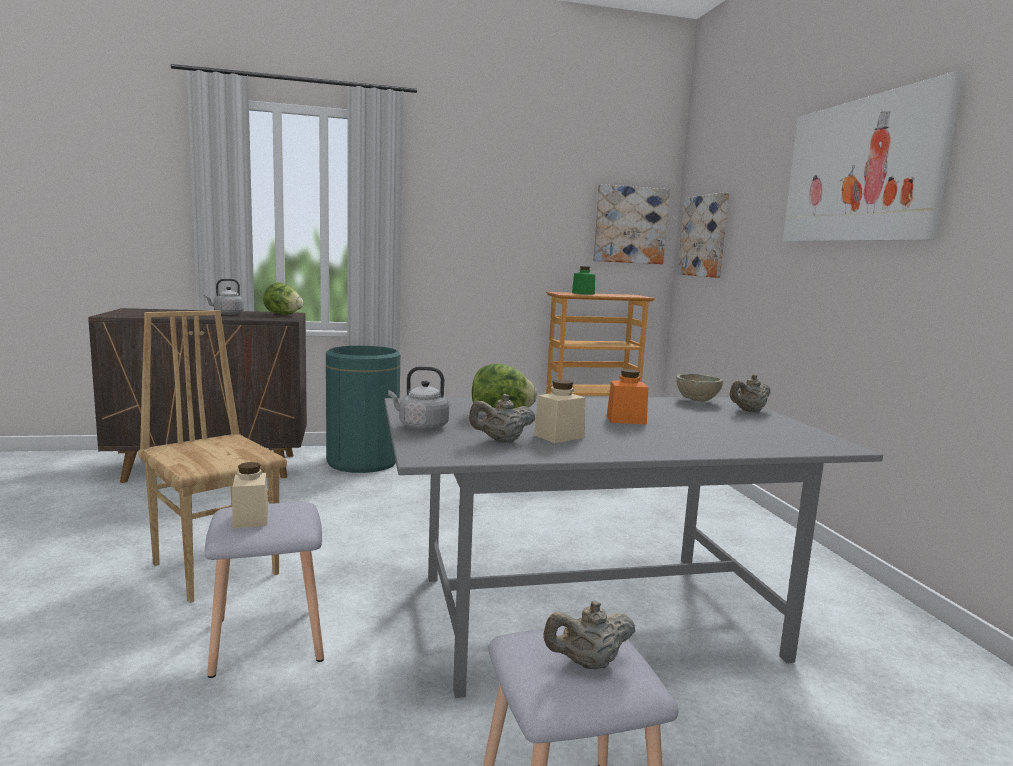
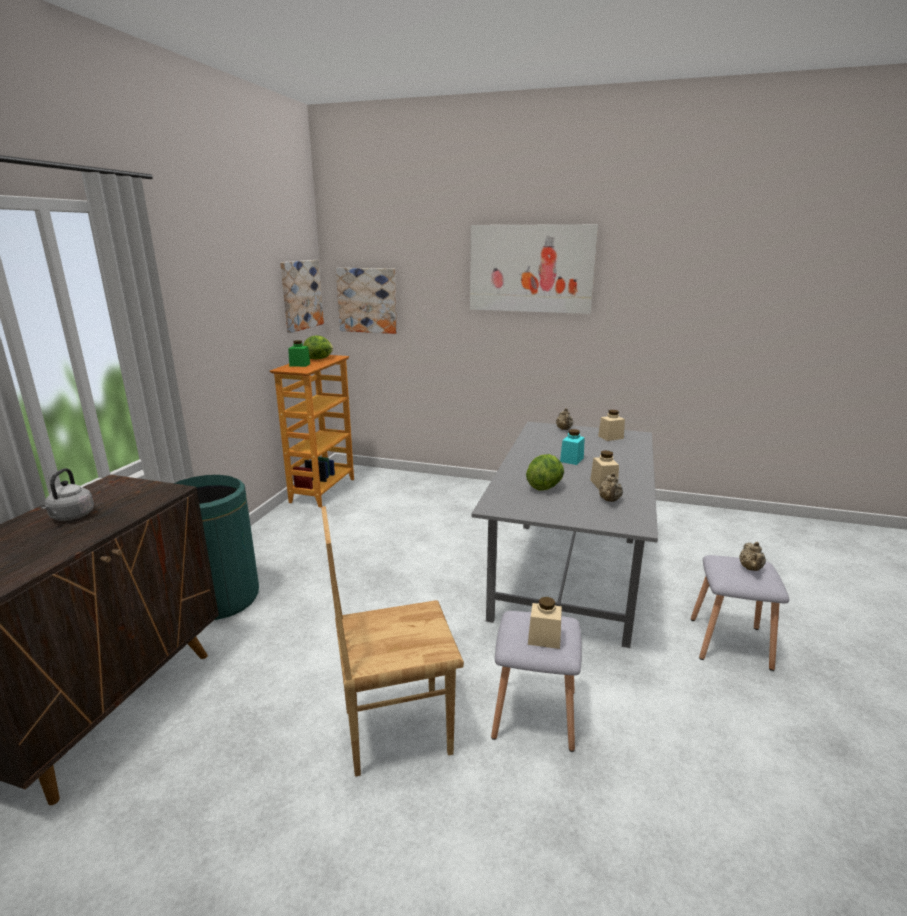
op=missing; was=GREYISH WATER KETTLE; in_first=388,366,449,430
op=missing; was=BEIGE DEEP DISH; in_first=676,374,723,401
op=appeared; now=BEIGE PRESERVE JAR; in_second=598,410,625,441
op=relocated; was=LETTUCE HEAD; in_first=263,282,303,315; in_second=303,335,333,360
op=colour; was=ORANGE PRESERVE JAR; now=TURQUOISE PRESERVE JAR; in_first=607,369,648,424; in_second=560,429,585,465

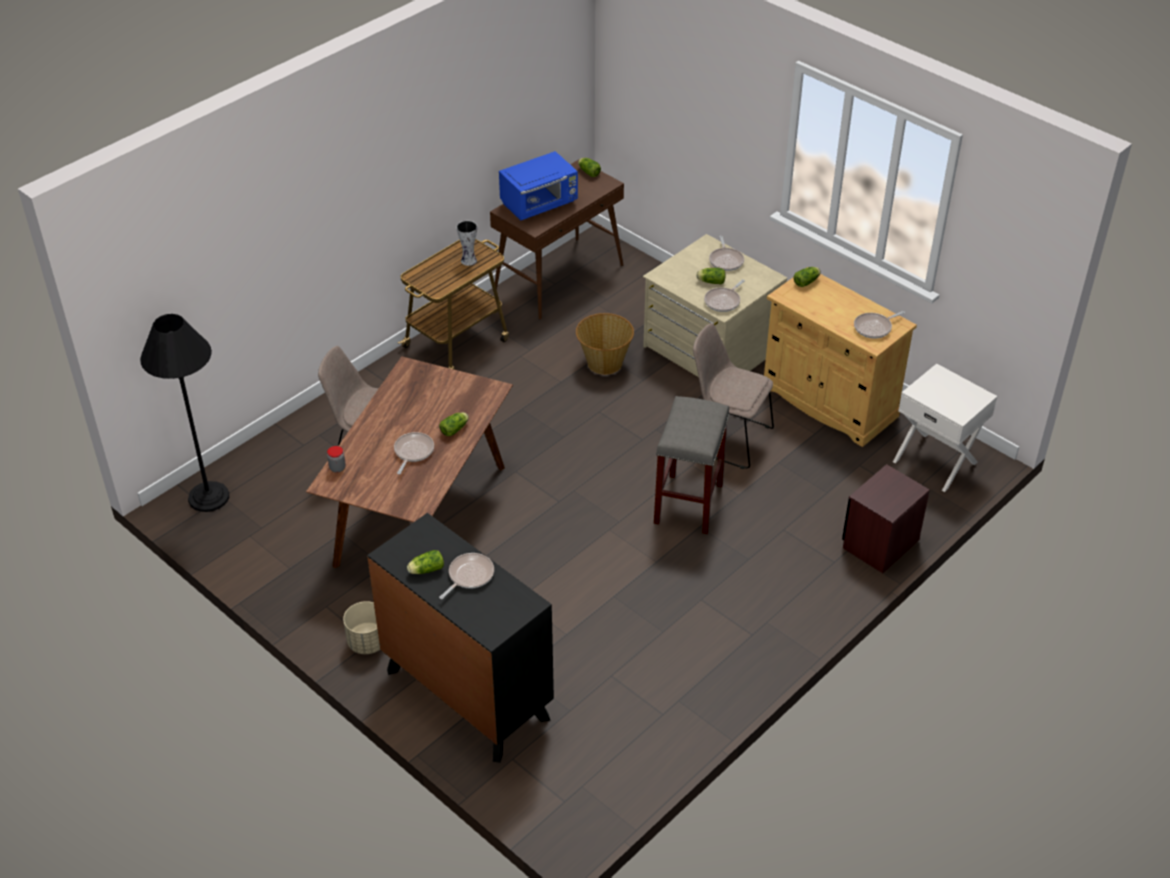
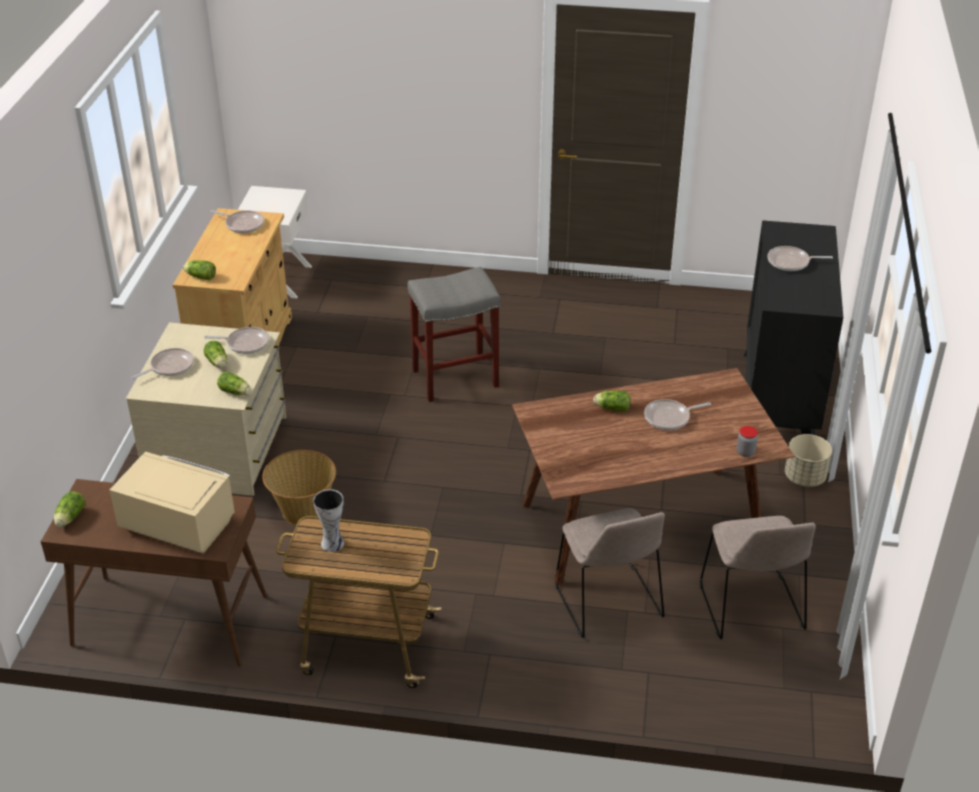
op=missing; was=BLACK FLOOR LAMP; in_first=140,314,229,512
op=missing; was=BROWN BEDSIDE TABLE; in_first=842,464,930,573
op=relocated; was=LETTUCE HEAD; in_first=407,550,444,574; in_second=217,371,251,395
op=relocated; was=BEIGE UPRIGHT CHAIR; in_first=693,323,774,469; in_second=700,516,816,639
op=colour; was=BLUISH MICROWAVE; now=BEIGE MICROWAVE; in_first=499,151,578,221; in_second=109,451,235,554

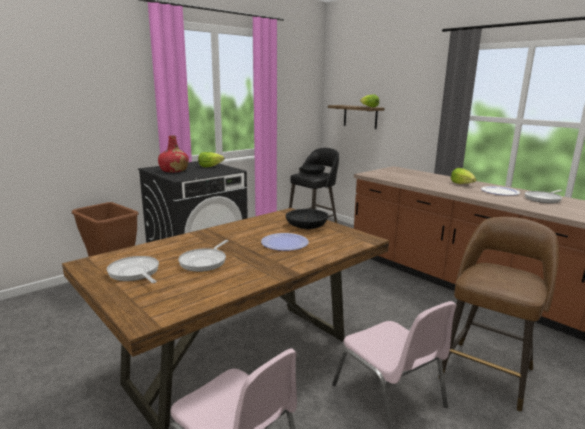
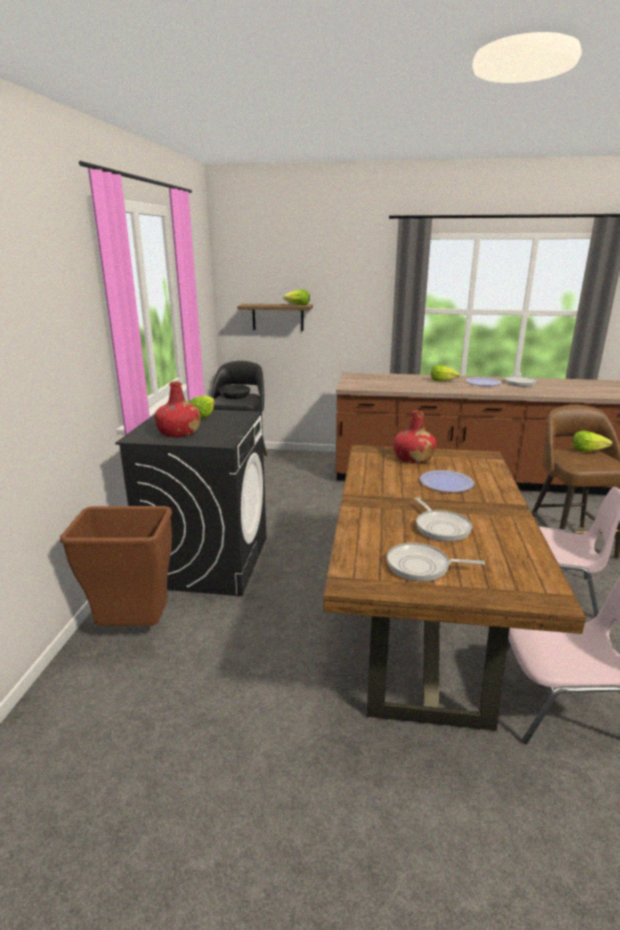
op=appeared; now=LETTUCE HEAD; in_second=572,431,612,452
op=exchanged; was=BLACK DEEP DISH; now=RED DRINK BOTTLE; in_first=285,209,328,229; in_second=393,410,436,463

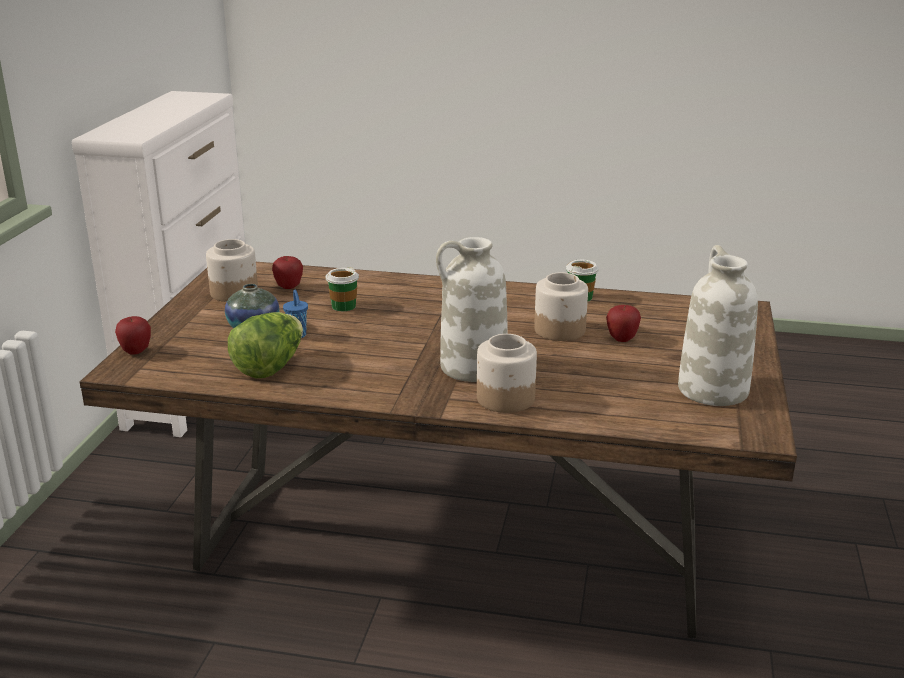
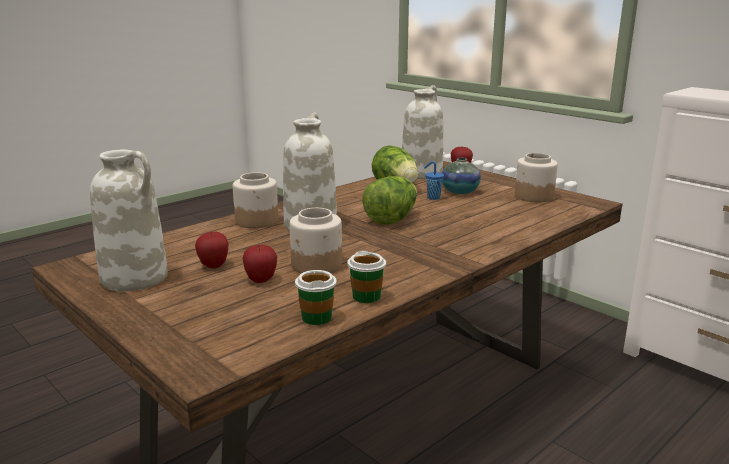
op=appeared; now=LETTUCE HEAD; in_second=362,176,417,225
op=appeared; now=WHITE-COLOURED FLOWER VASE; in_second=402,85,443,179
op=relocated; was=APPLE; in_first=272,256,303,289; in_second=195,231,228,268
op=relocated; was=SMALL CUP; in_first=325,267,359,311; in_second=295,270,337,325

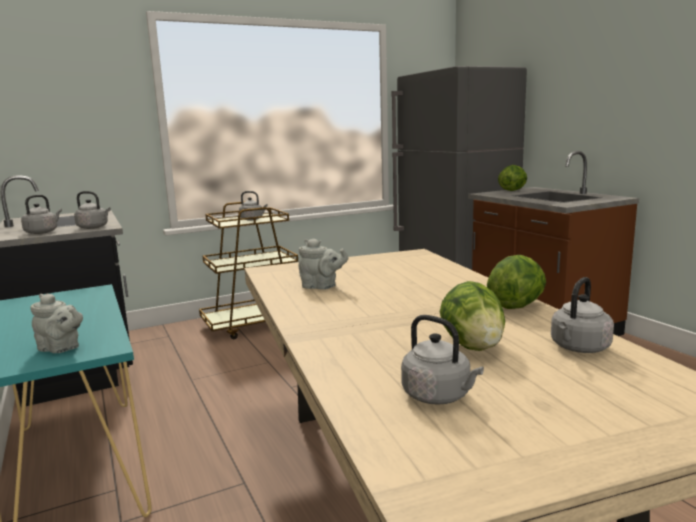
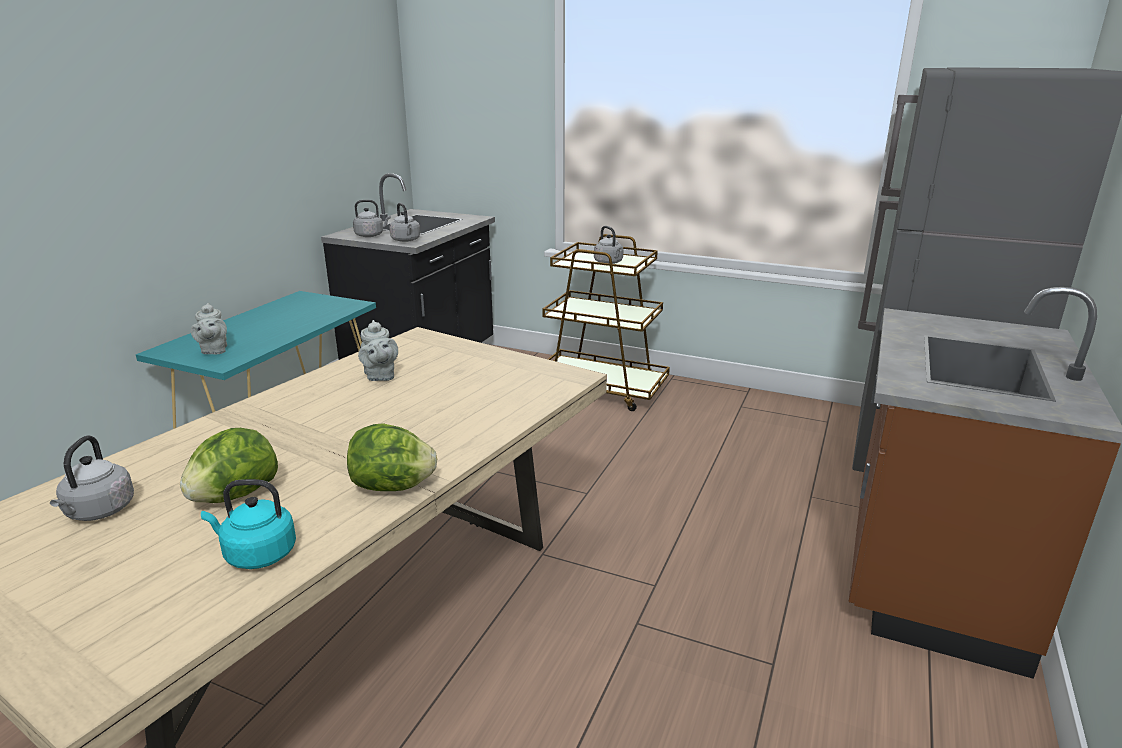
op=missing; was=LETTUCE HEAD; in_first=498,165,527,191
op=colour; was=GREYISH WATER KETTLE; now=TURQUOISE WATER KETTLE; in_first=551,277,614,353; in_second=201,479,296,569

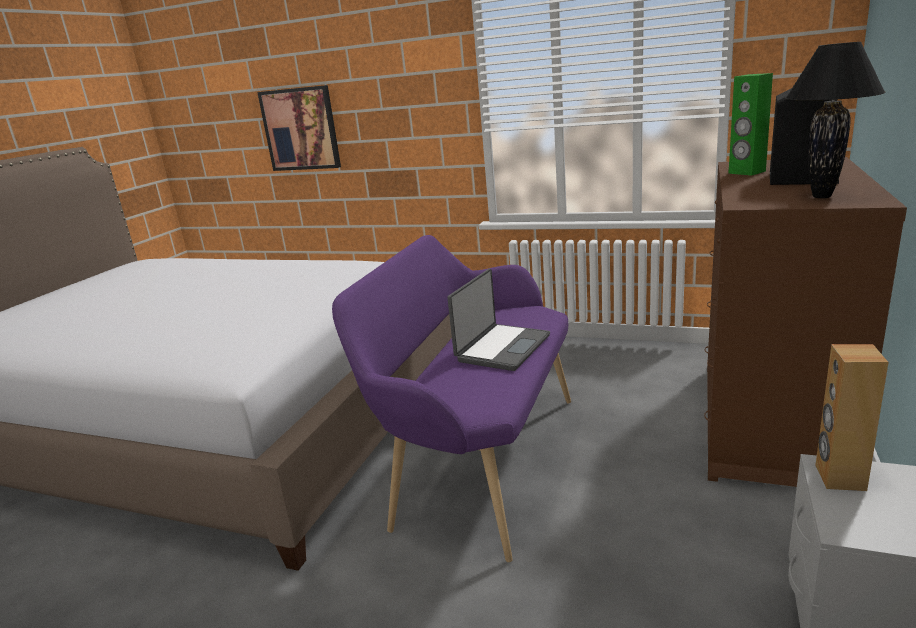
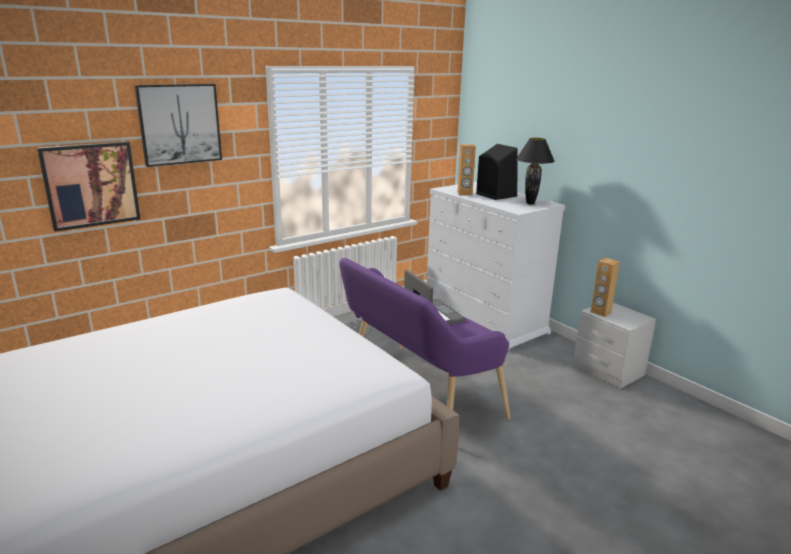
op=appeared; now=PICTURE; in_second=135,84,222,167
op=colour; was=BROWN DRESSER; now=WHITE-COLOURED DRESSER; in_first=704,157,907,487; in_second=427,182,565,351
op=colour; was=GREEN-COLOURED LOUDSPEAKER; now=BROWN LOUDSPEAKER; in_first=728,73,773,176; in_second=457,144,476,196

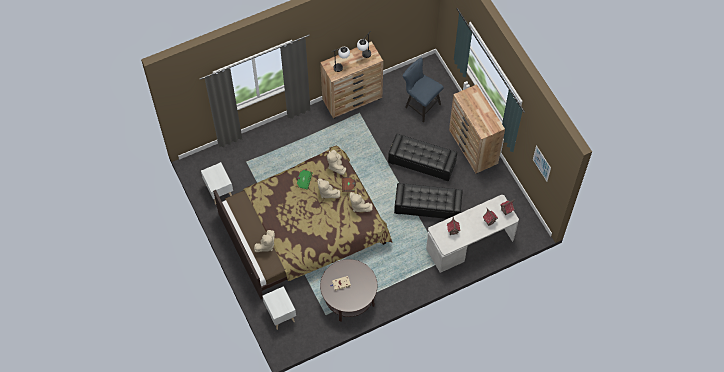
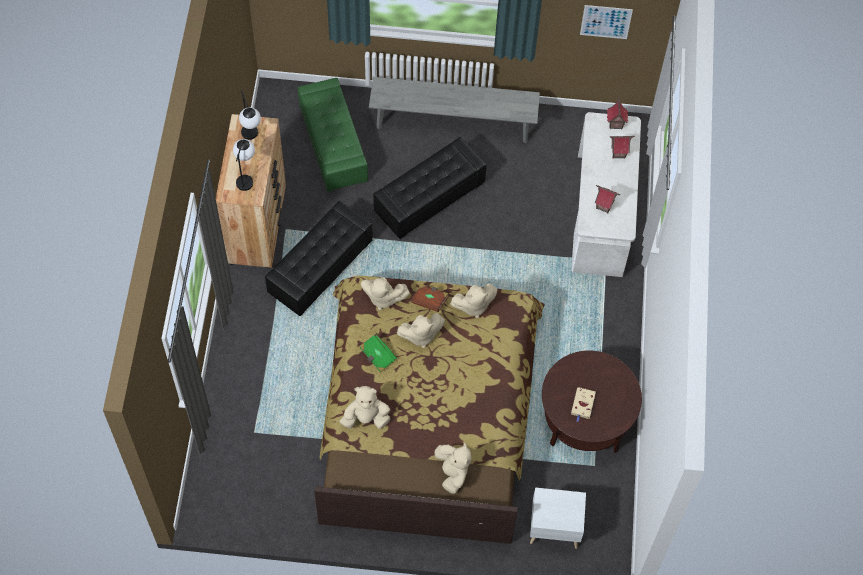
op=missing; was=WHITE-COLOURED BEDSIDE TABLE; in_first=201,162,233,205
op=appeared; now=BEIGE SOFT TOY; in_second=340,386,390,429
op=relocated; was=BLACK OTTOMAN; in_first=394,183,463,219; in_second=265,201,373,316
op=exchanged; was=BLUISH UPRIGHT CHAIR; now=GREEN-COLOURED OTTOMAN; in_first=402,57,444,123; in_second=298,78,368,192
op=exchanged; was=BROWN DRESSER; now=GREYISH INDOOR BENCH; in_first=449,84,505,174; in_second=369,77,540,143

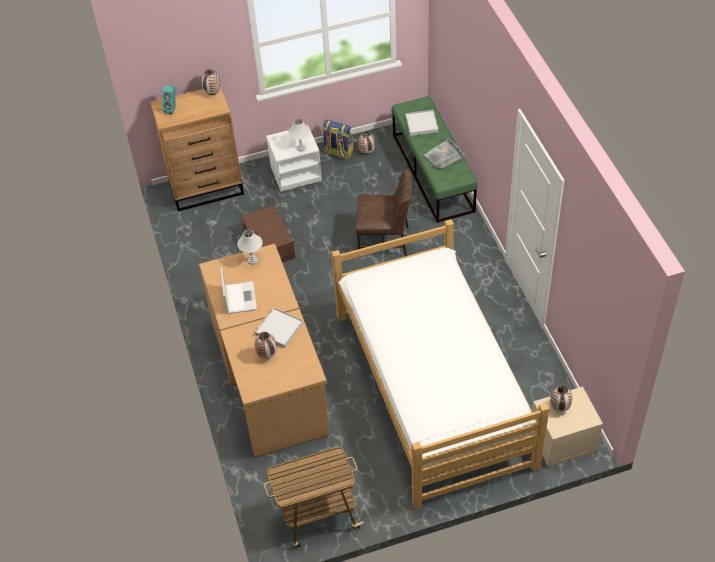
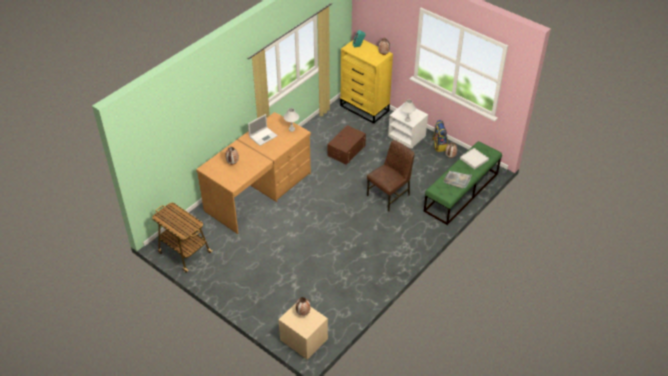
op=missing; was=WHITE-COLOURED CARRYING TRAY; in_first=255,307,303,348
op=missing; was=BED; in_first=331,219,549,509
op=colour; was=BROWN DRESSER; now=YELLOW-COLOURED DRESSER; in_first=150,88,244,212; in_second=340,40,393,124
op=spun; was=BROWN UPRIGHT CHAIR; in_first=355,169,412,256; in_second=367,140,414,212; clockwise=-105

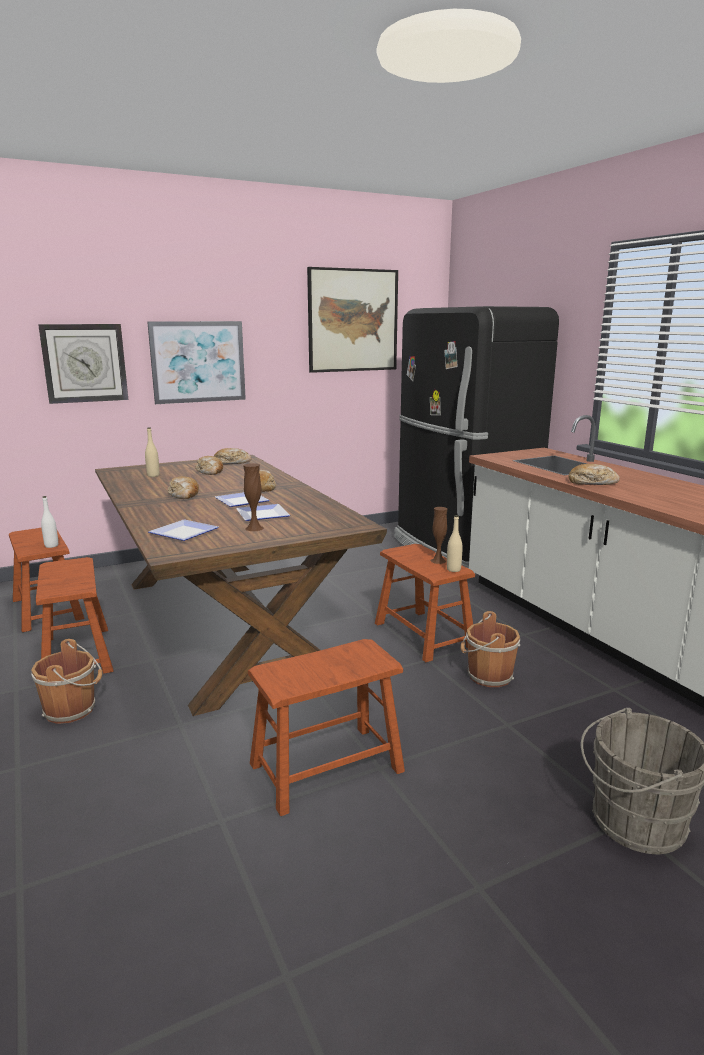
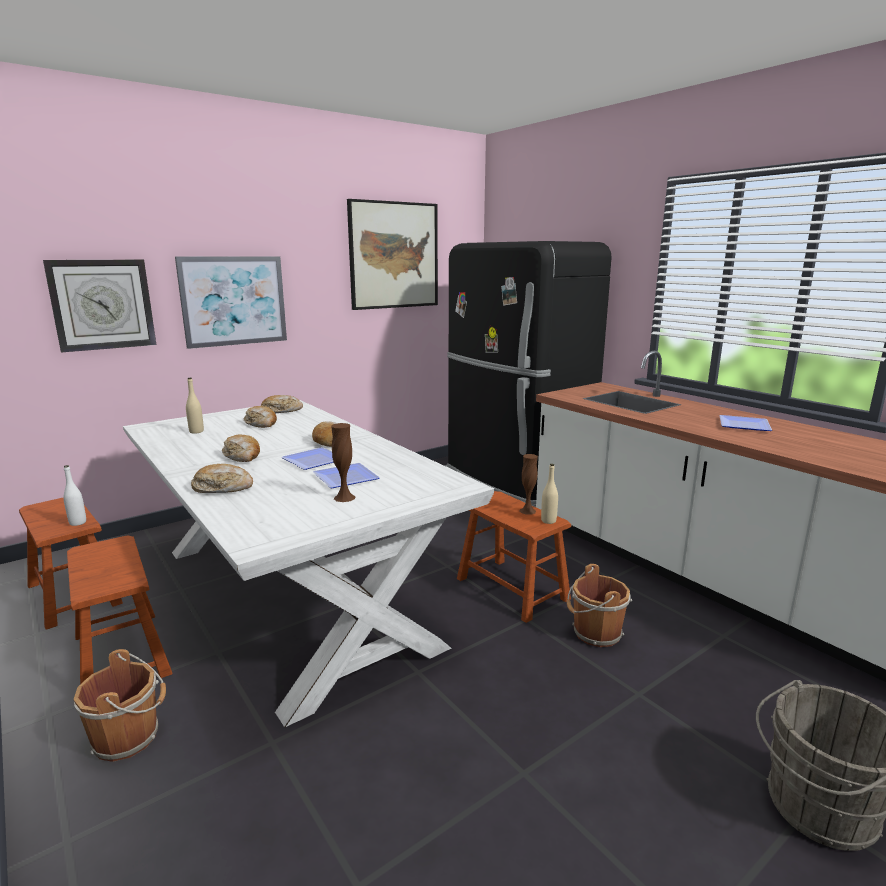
op=missing; was=BROWN STOOL SEAT; in_first=248,639,405,816
op=relocated; was=FLAT DISH; in_first=149,519,219,541; in_second=719,415,772,431
op=relocated; was=BAKED BREAD; in_first=568,464,620,485; in_second=191,464,253,493
op=colour; was=BROWN DINNER TABLE; now=WHITE-COLOURED DINNER TABLE; in_first=95,455,387,716; in_second=123,400,494,727

